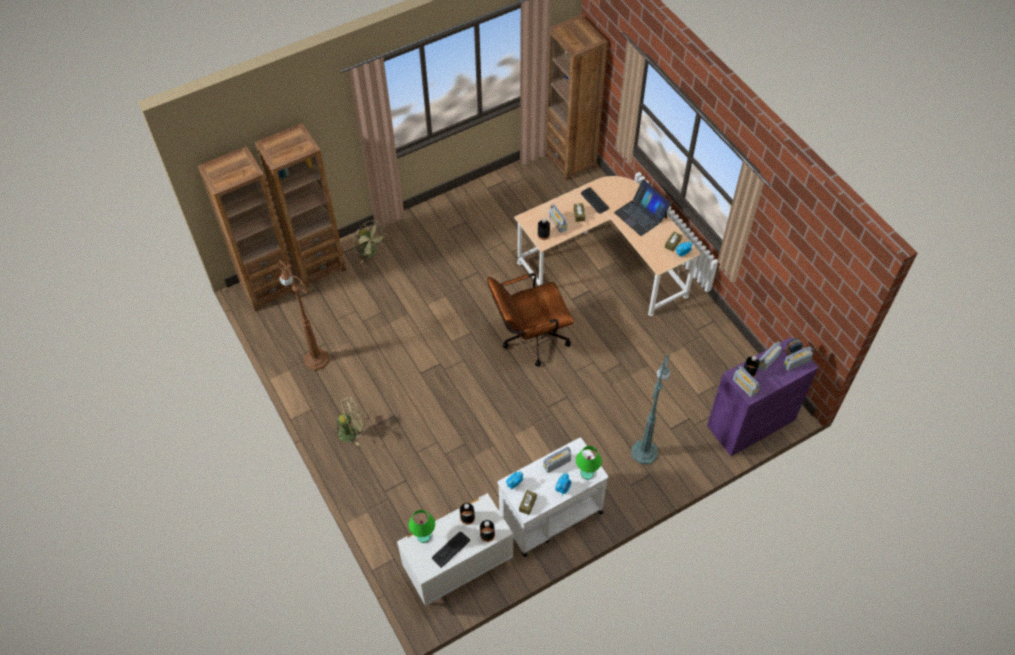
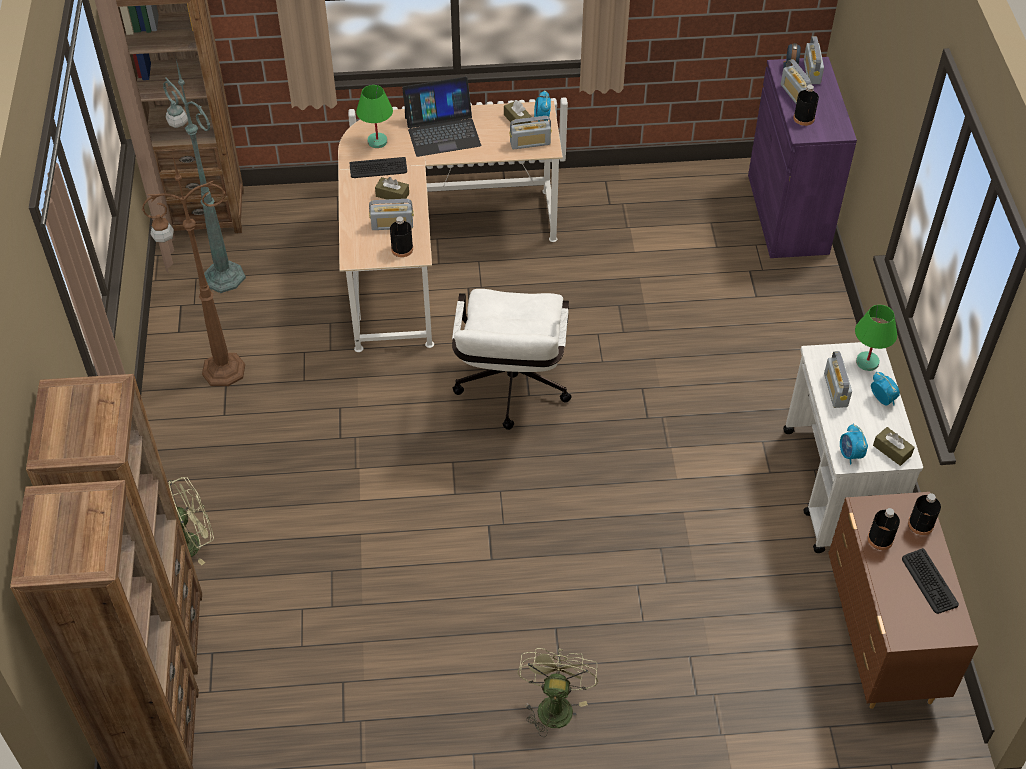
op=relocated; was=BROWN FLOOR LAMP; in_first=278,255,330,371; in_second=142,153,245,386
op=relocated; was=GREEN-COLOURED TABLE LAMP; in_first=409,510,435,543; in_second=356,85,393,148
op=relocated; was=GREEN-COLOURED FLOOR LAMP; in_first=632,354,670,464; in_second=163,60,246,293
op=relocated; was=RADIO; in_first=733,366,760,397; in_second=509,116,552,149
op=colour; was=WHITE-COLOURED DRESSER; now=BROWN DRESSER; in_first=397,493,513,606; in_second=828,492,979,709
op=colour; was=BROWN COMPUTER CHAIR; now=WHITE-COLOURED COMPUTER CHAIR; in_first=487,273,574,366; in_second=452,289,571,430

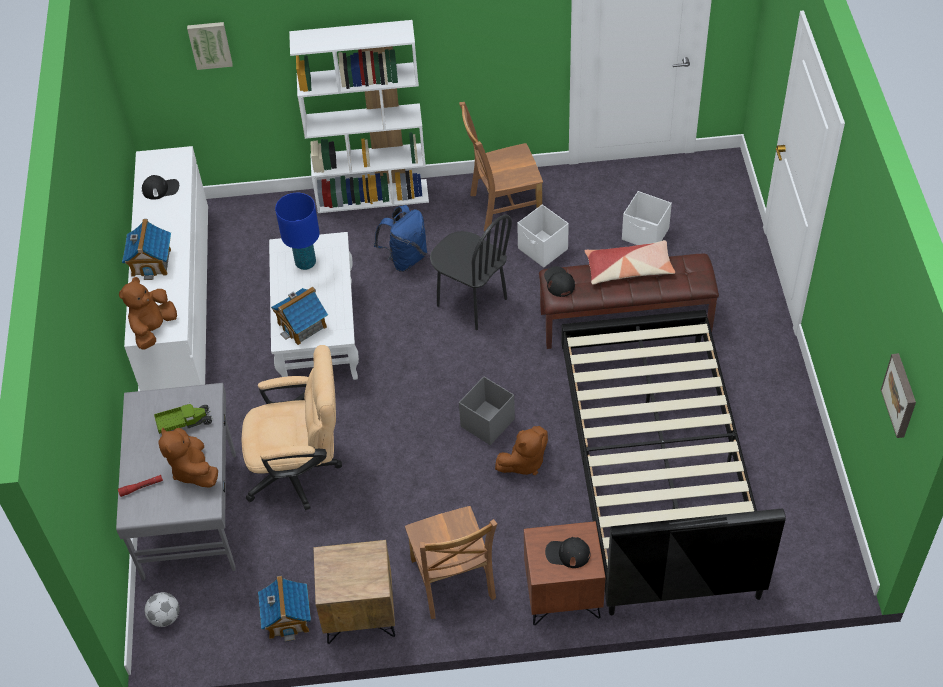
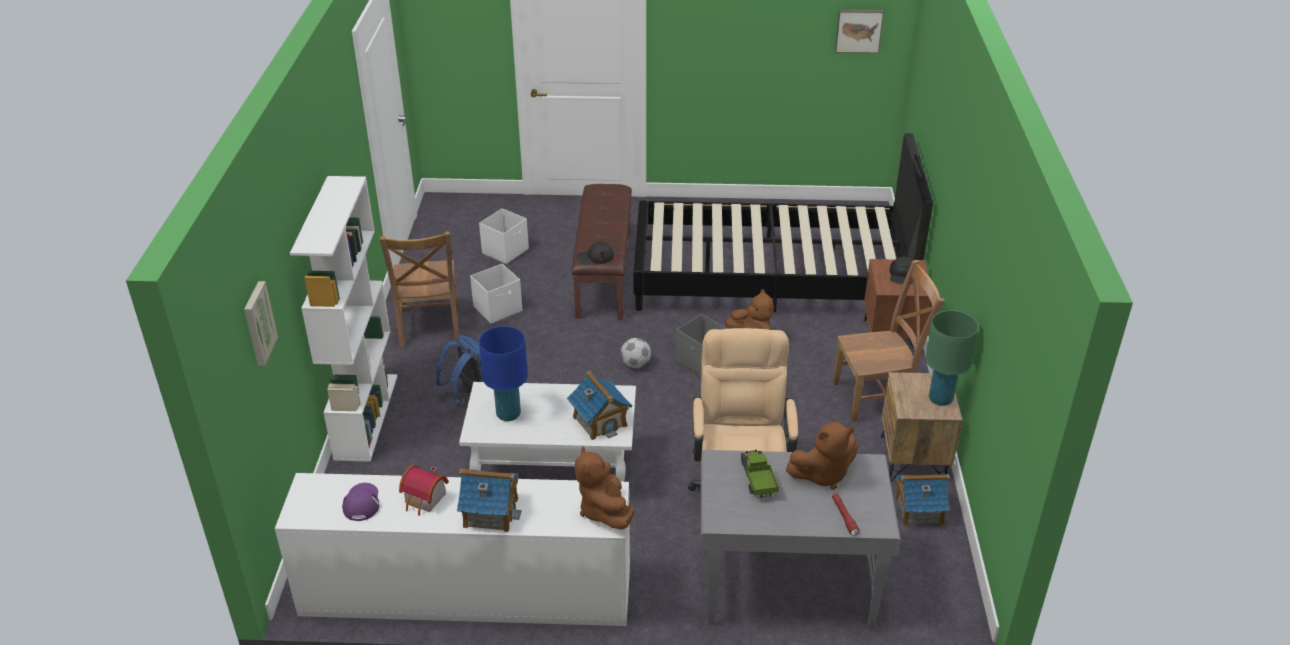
op=missing; was=BLACK UPRIGHT CHAIR; in_first=430,214,512,330
op=missing; was=CUSHION; in_first=585,240,675,285
op=appeared; now=MODEL HOUSE; in_second=399,465,449,516
op=appeared; now=GREEN-COLOURED TABLE LAMP; in_second=925,310,979,406
op=relocated; was=FOOTBALL BALL; in_first=145,592,180,627; in_second=621,338,651,368
op=colour; was=BLACK PEAKED CAP; now=PURPLISH PEAKED CAP; in_first=142,175,179,200; in_second=342,483,379,521
op=spun; was=BROWN SOFT TOY; in_first=119,277,177,350; in_second=575,447,634,530; clockwise=45

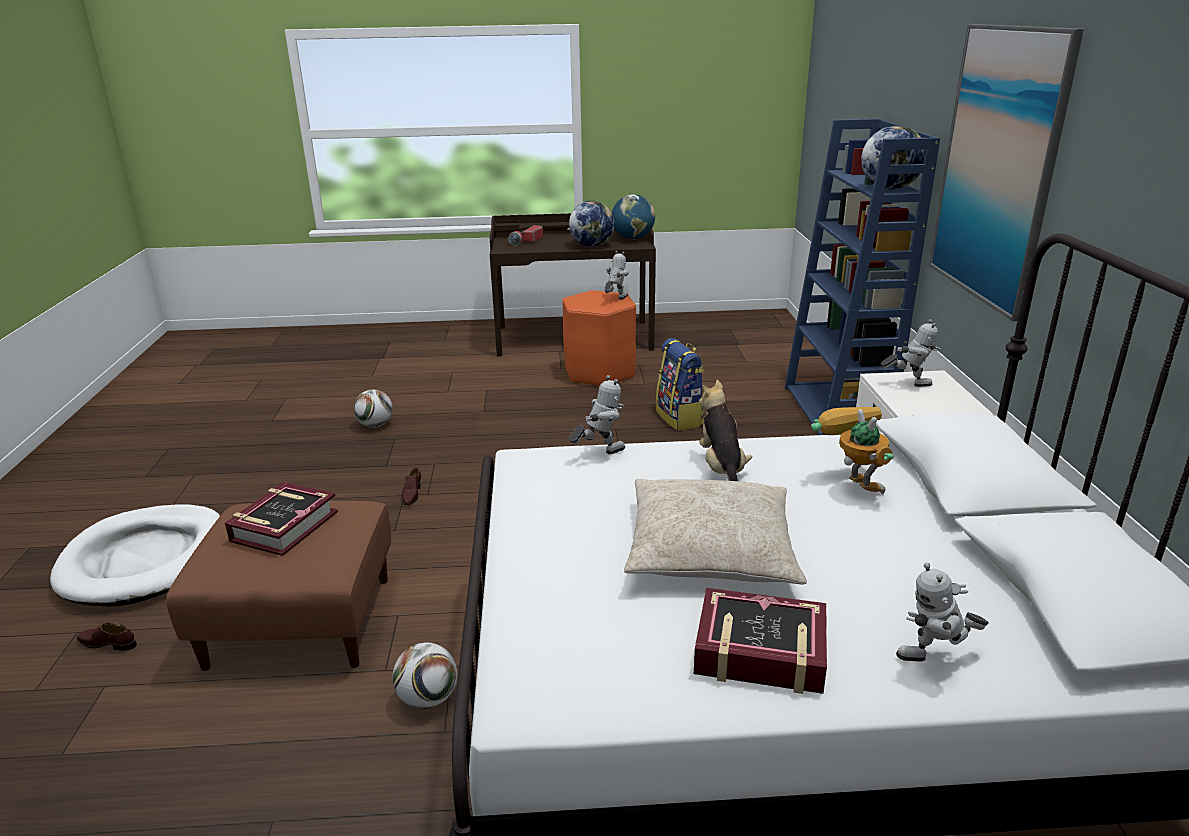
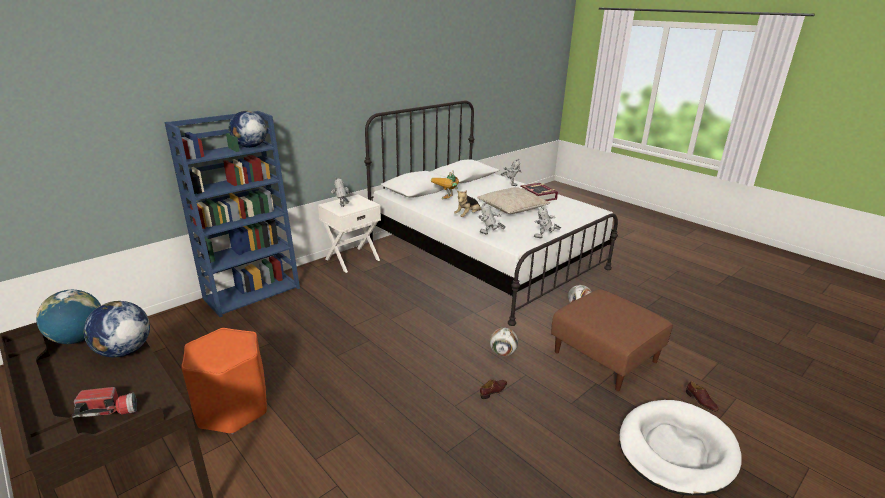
op=missing; was=BOUND BOOK; in_first=225,482,338,556
op=missing; was=BACKPACK; in_first=656,338,705,431
op=missing; was=PICTURE; in_first=929,24,1084,321
op=relocated; was=FOOTBALL BALL; in_first=354,390,393,428; in_second=490,328,518,356
op=relocated; was=TOY ROBOT; in_first=604,251,629,300; in_second=534,205,561,238

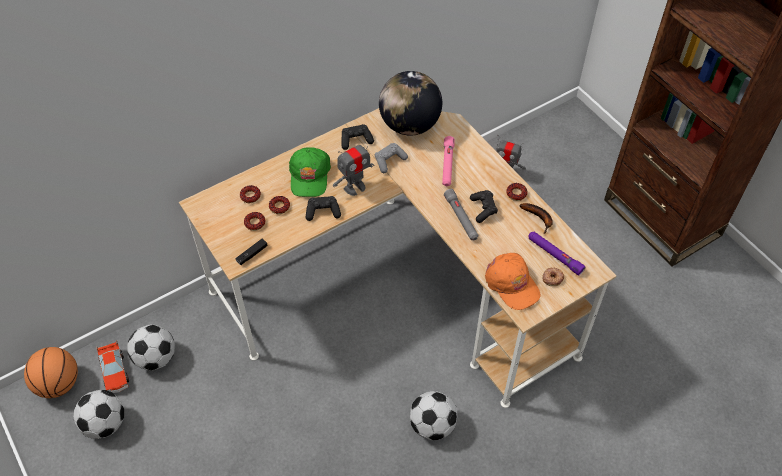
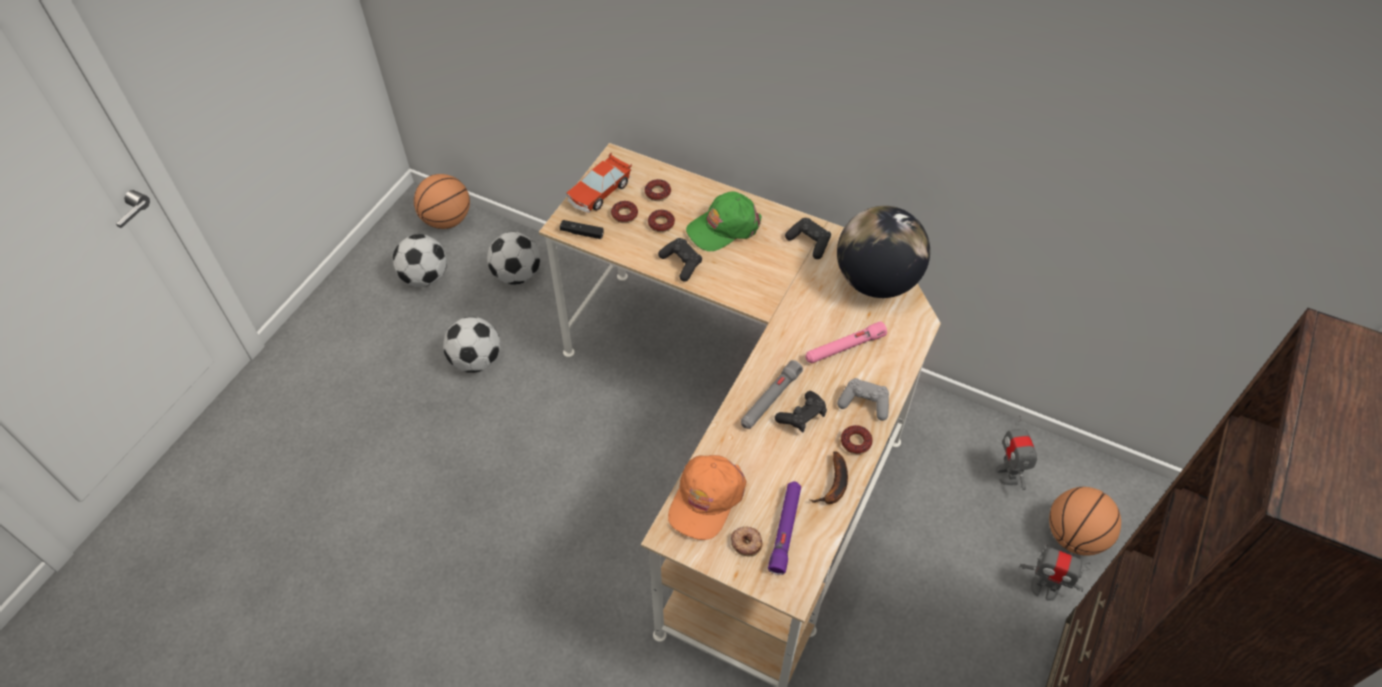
op=appeared; now=BASKETBALL BALL; in_second=1049,487,1121,556
op=relocated; was=TOY CAR; in_first=96,341,129,393; in_second=567,152,632,213
op=relocated; was=TOY ROBOT; in_first=333,138,374,196; in_second=1020,544,1090,601
op=relocated; was=GREYISH GAME CONTROLLER; in_first=375,143,408,173; in_second=837,378,889,421
op=relocated; was=FOOTBALL BALL; in_first=410,391,457,440; in_second=443,317,500,373

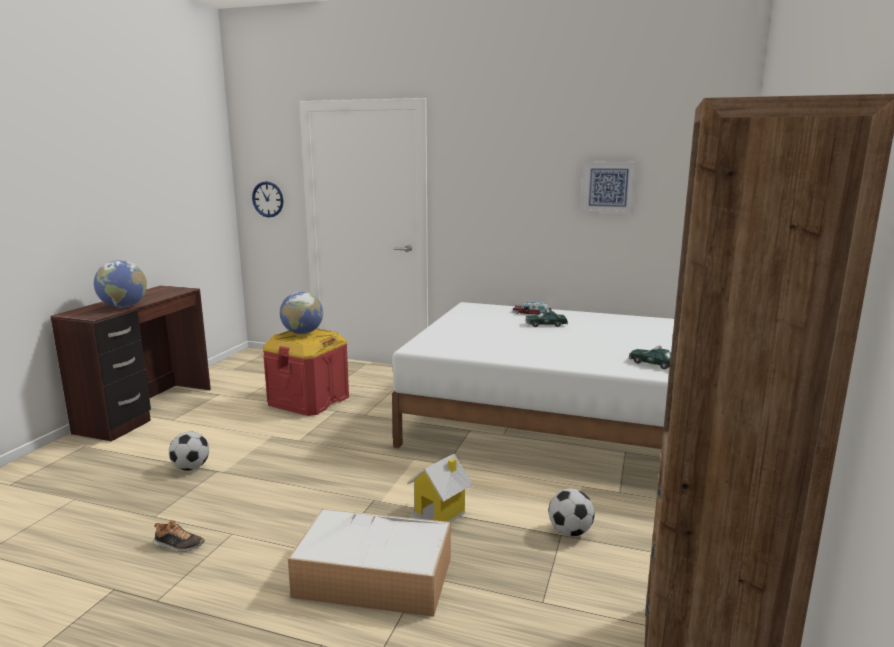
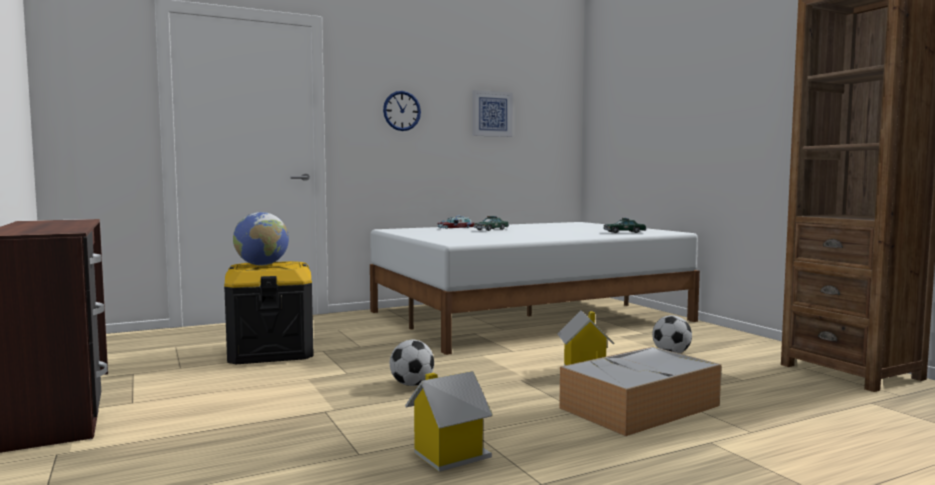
op=missing; was=DESK GLOBE; in_first=94,260,147,308
op=relocated; was=FOOTBALL BALL; in_first=169,431,209,471; in_second=390,340,434,386
op=relocated; was=WALL CLOCK; in_first=252,181,283,217; in_second=383,91,421,131
op=exchanged; was=ITEM OF FOOTWEAR; now=MODEL HOUSE; in_first=153,520,205,552; in_second=405,371,493,472
op=colour; was=RED STORAGE BIN; now=BLACK STORAGE BIN; in_first=263,328,349,416; in_second=224,261,314,364

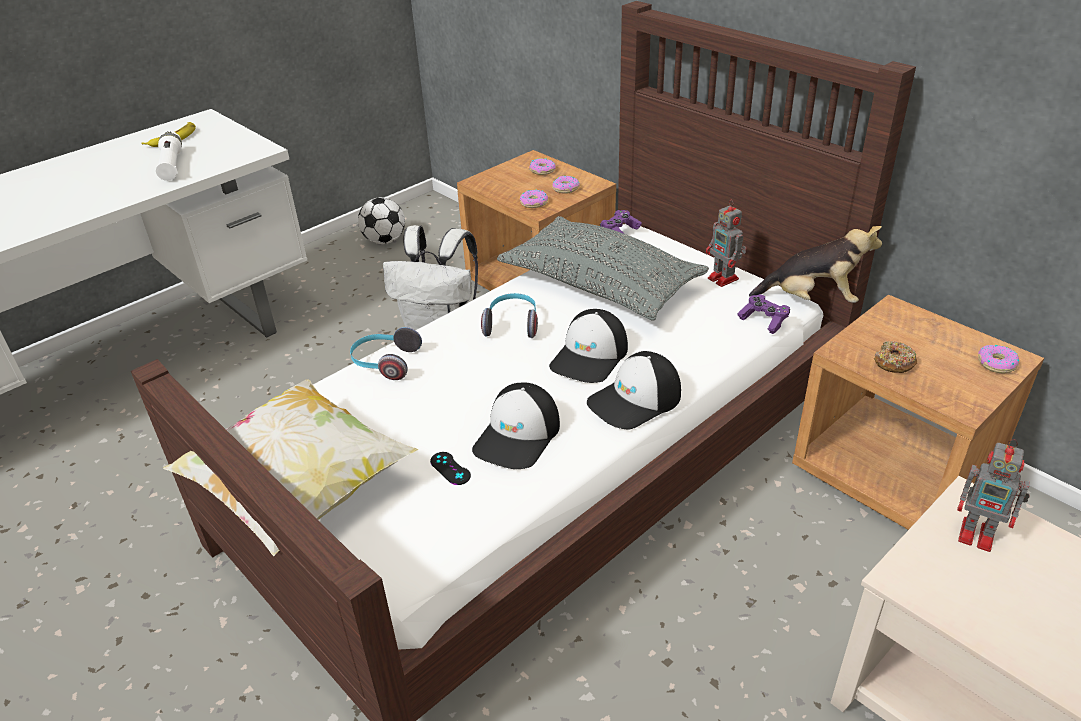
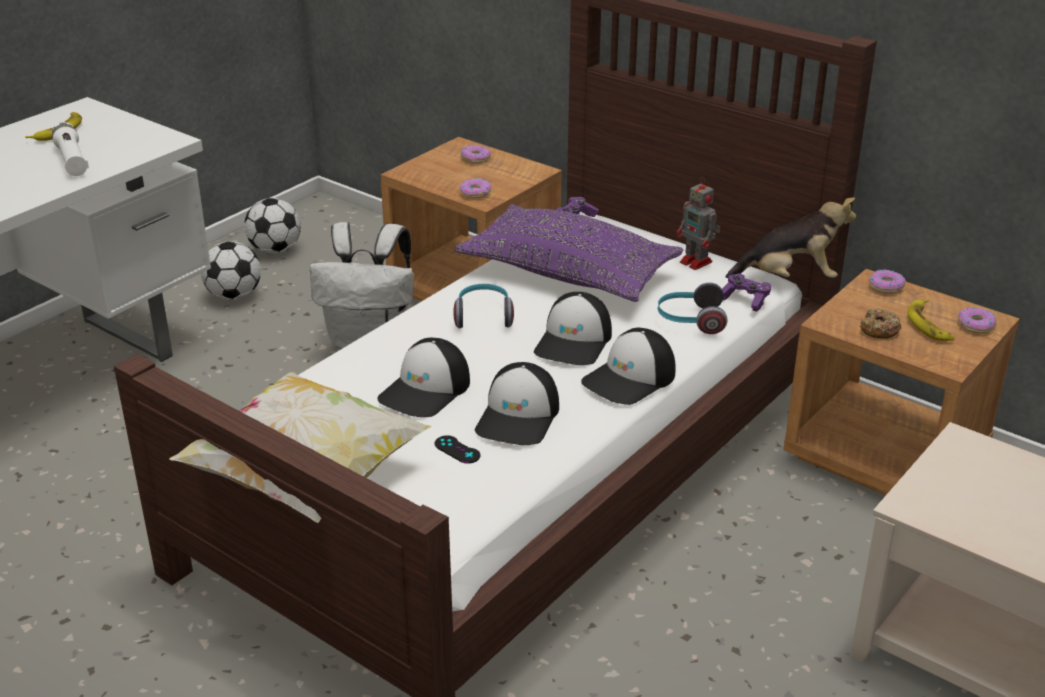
op=missing; was=TOY ROBOT; in_first=957,439,1030,552
op=appeared; now=FOOTBALL BALL; in_second=201,241,261,300
op=appeared; now=PEAKED CAP; in_second=377,338,470,417
op=appeared; now=BANANA FRUIT; in_second=907,299,955,341
op=relocated; was=HEADPHONES; in_first=350,327,422,380; in_second=658,282,727,334
op=relocated; was=DOUGHNUT; in_first=552,176,580,194; in_second=869,270,906,294
op=colour; was=GREYISH CUSHION; now=PURPLISH CUSHION; in_first=497,216,709,321; in_second=455,204,683,302

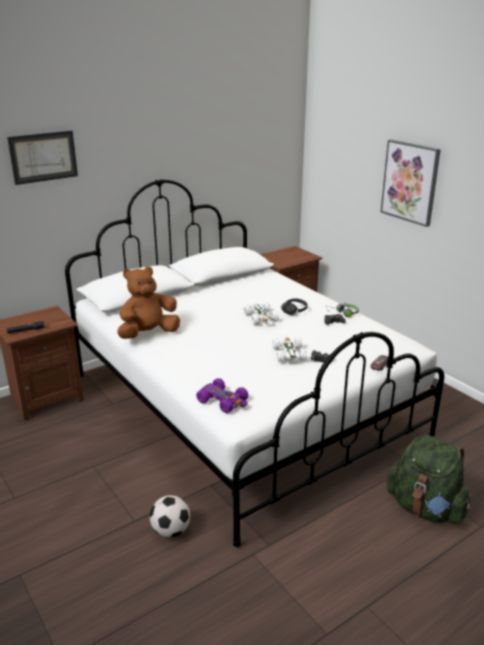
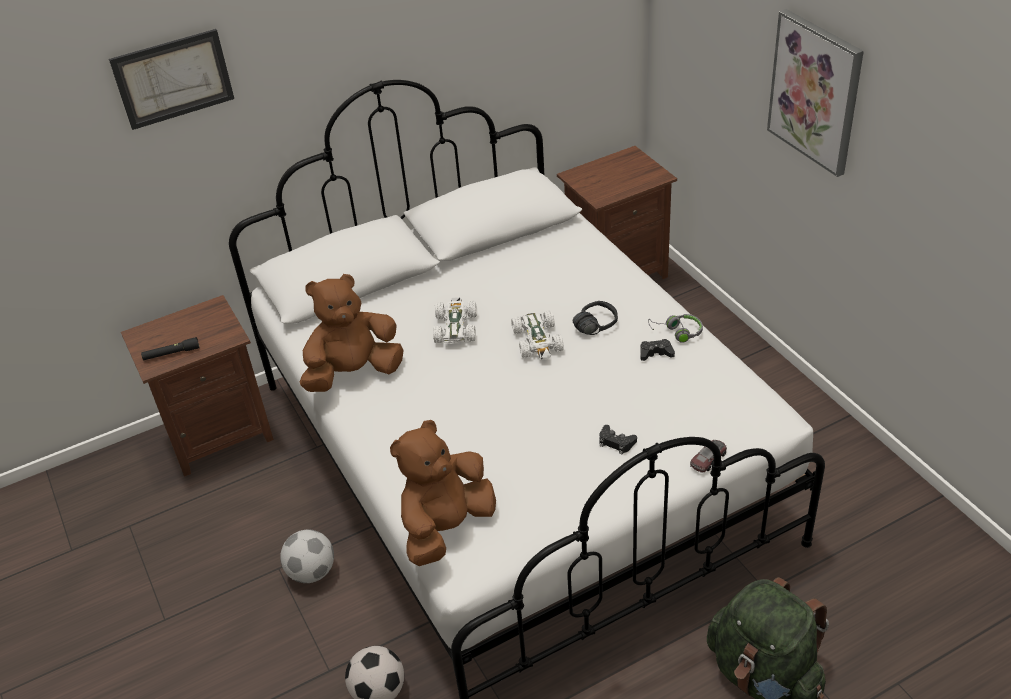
op=appeared; now=FOOTBALL BALL; in_second=280,530,334,583
op=relocated; was=WHITE-COLOURED TOY CAR; in_first=273,337,307,363; in_second=433,297,477,343
op=exchanged; was=PURPLISH TOY CAR; now=BROWN SOFT TOY; in_first=196,378,248,413; in_second=390,420,496,566

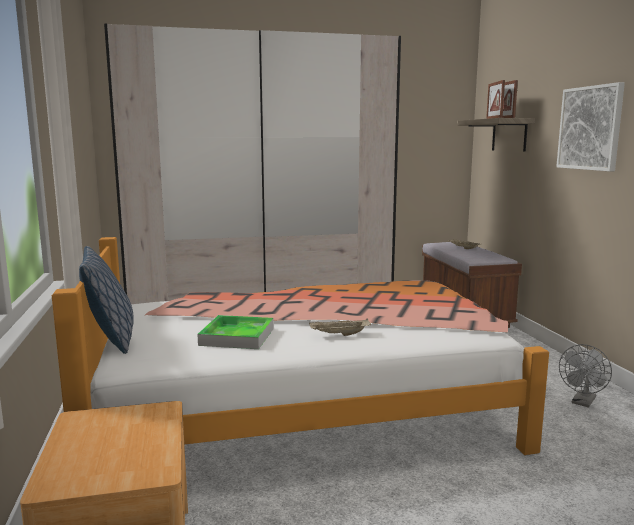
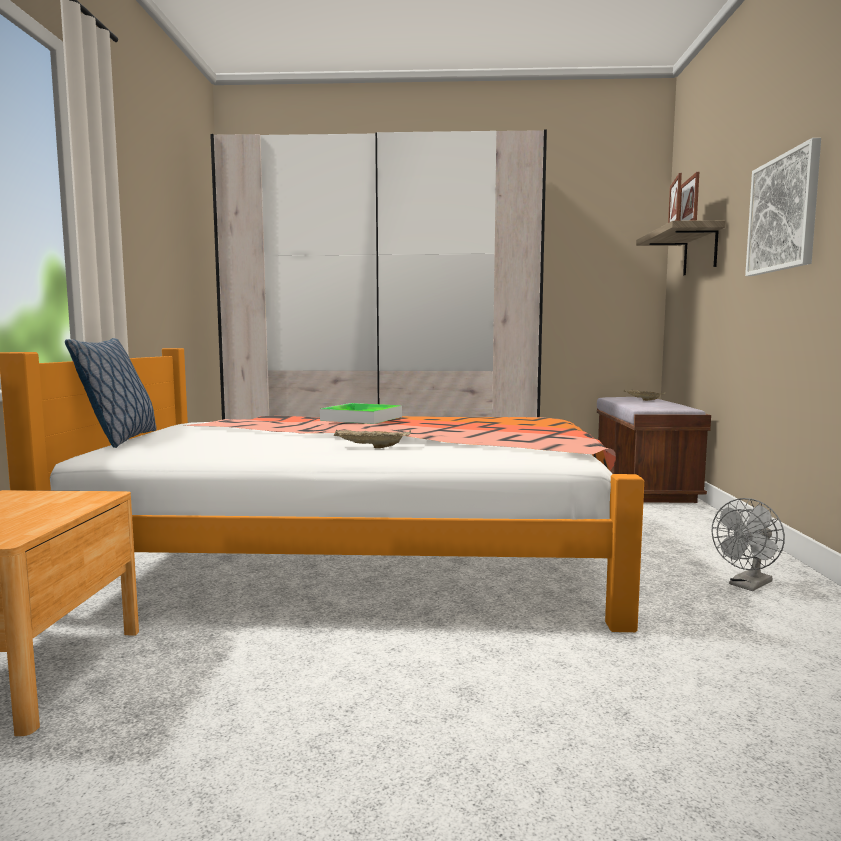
op=relocated; was=CARRYING TRAY; in_first=197,315,274,349; in_second=320,403,402,424

